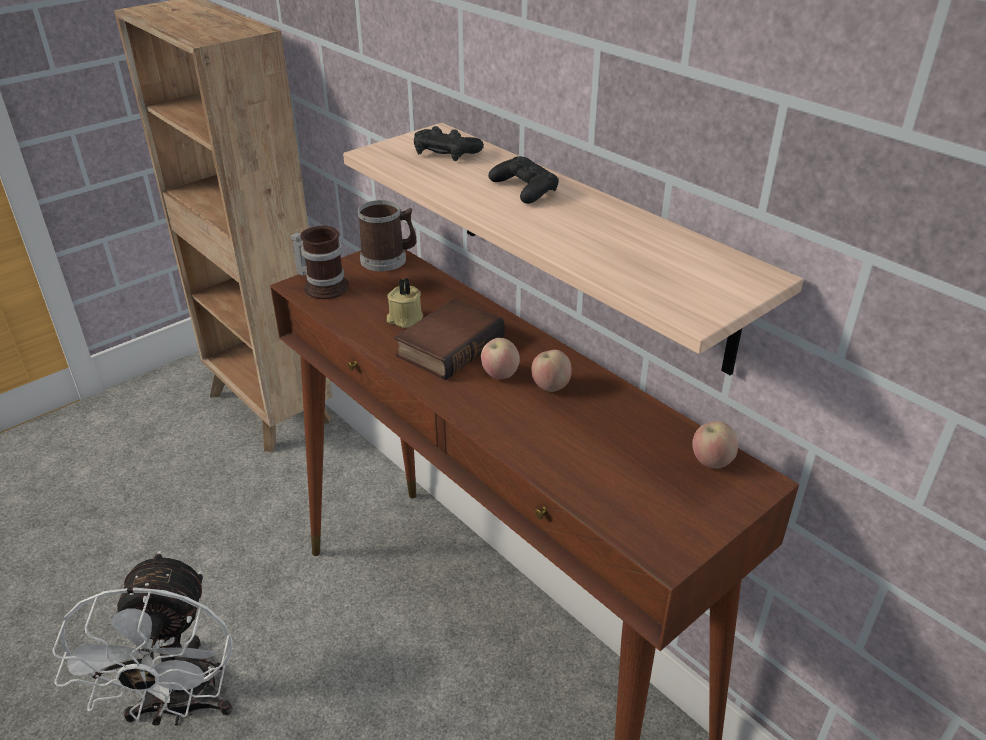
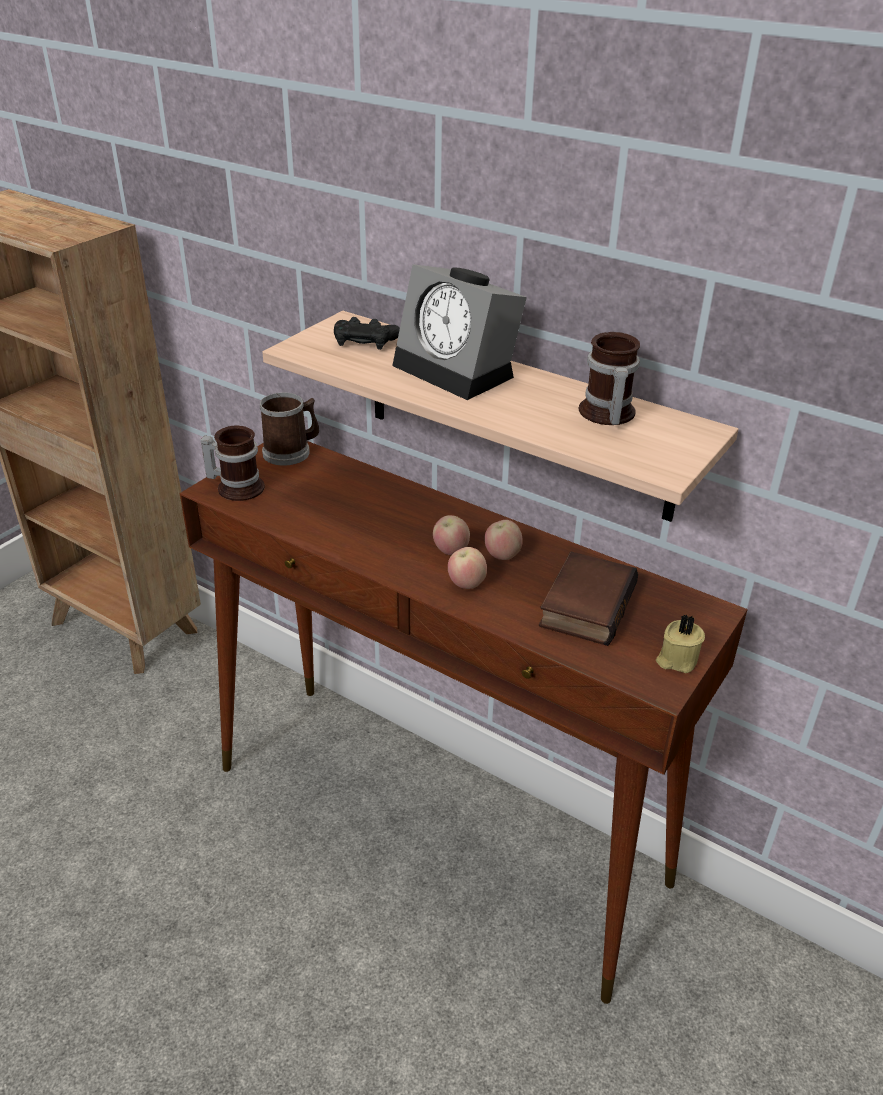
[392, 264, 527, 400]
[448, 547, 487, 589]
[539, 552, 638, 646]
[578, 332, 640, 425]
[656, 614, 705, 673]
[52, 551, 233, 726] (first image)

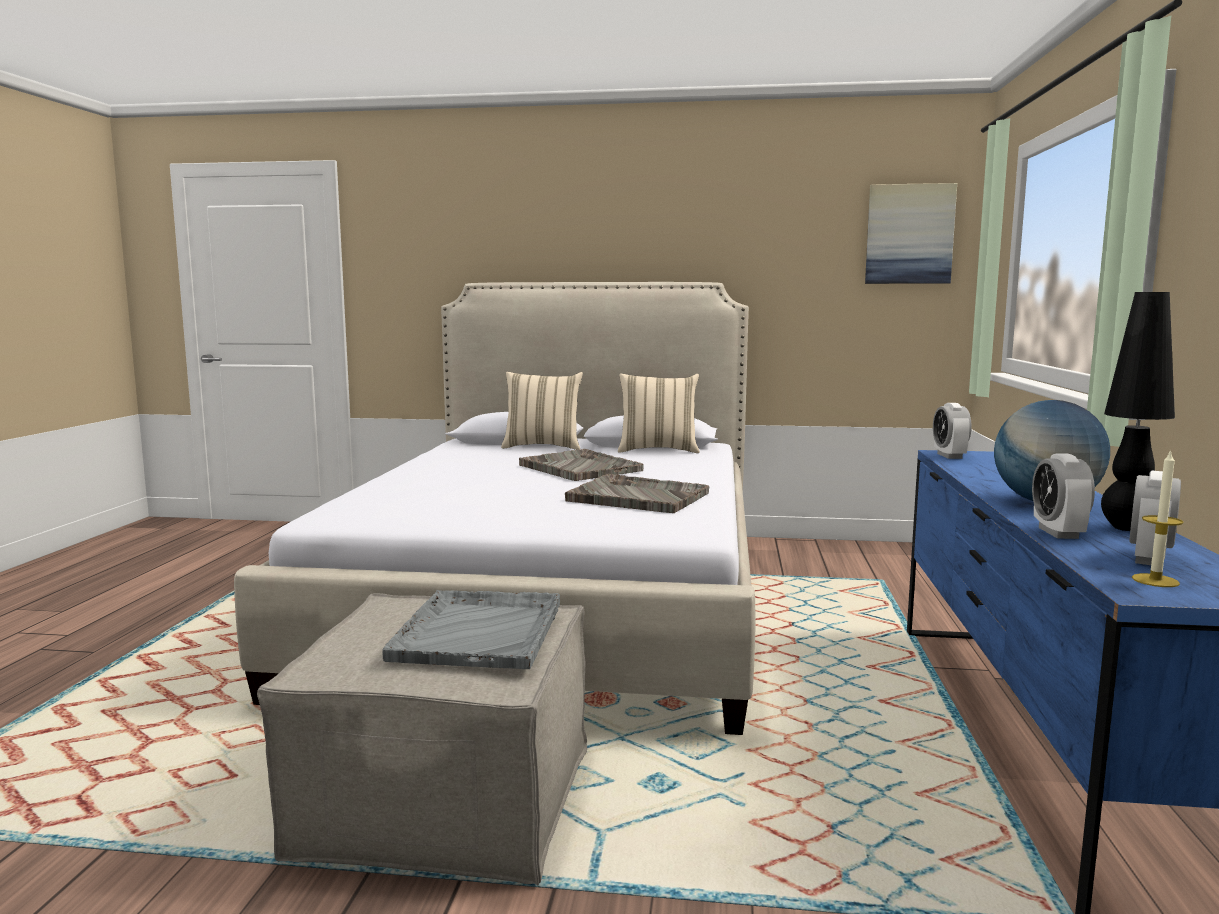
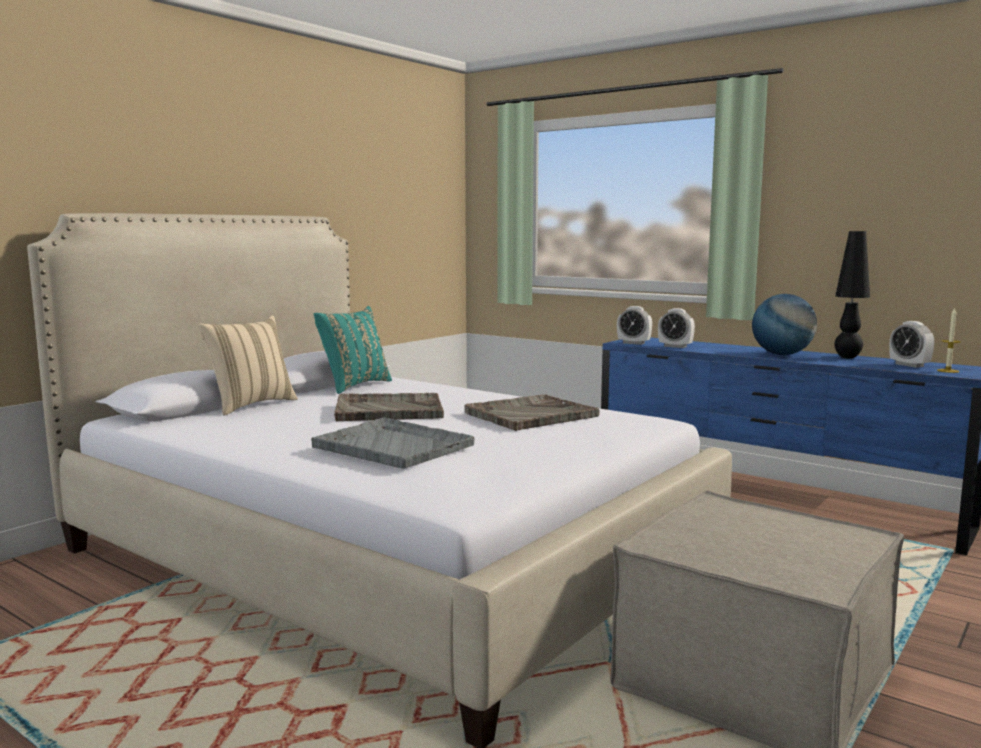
[311, 417, 475, 469]
[314, 306, 392, 394]
[658, 308, 695, 348]
[865, 183, 957, 284] (first image)

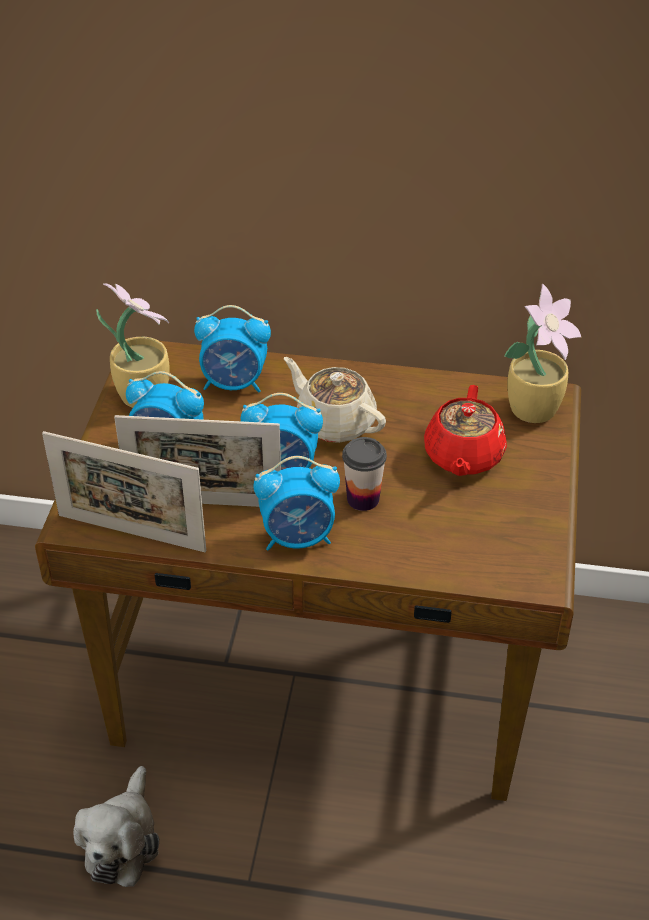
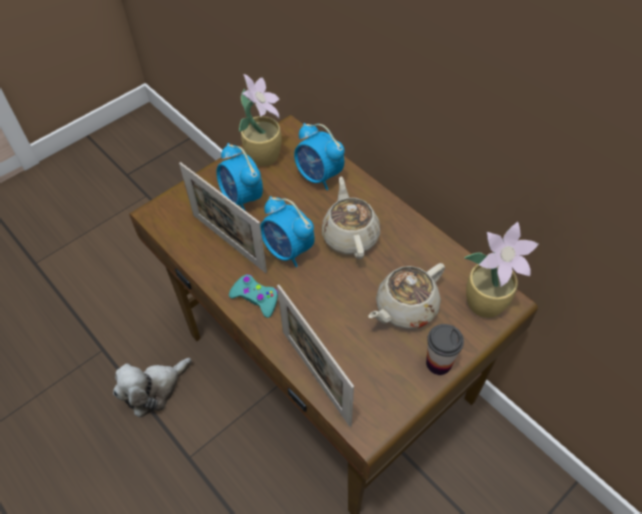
[229, 274, 278, 318]
[277, 284, 354, 427]
[368, 263, 445, 329]
[426, 324, 464, 375]

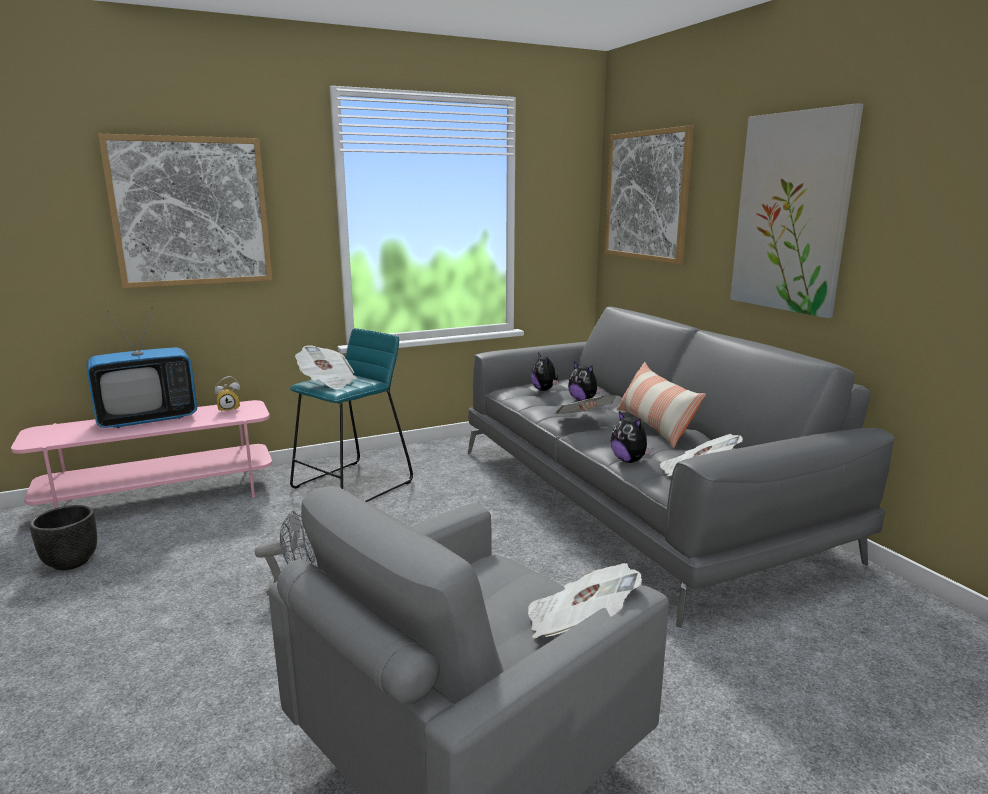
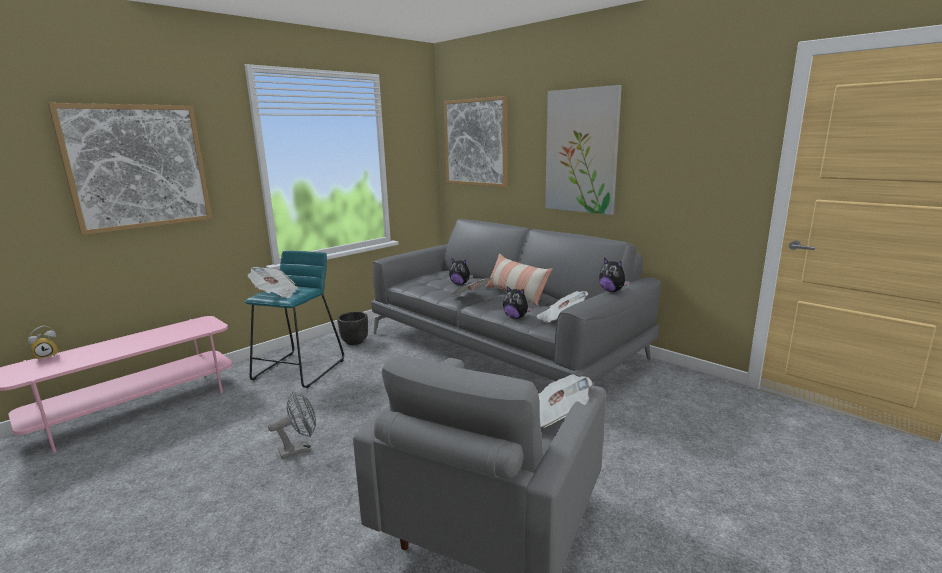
[28, 326, 58, 361]
[337, 312, 368, 345]
[599, 258, 630, 292]
[87, 307, 197, 428] (first image)

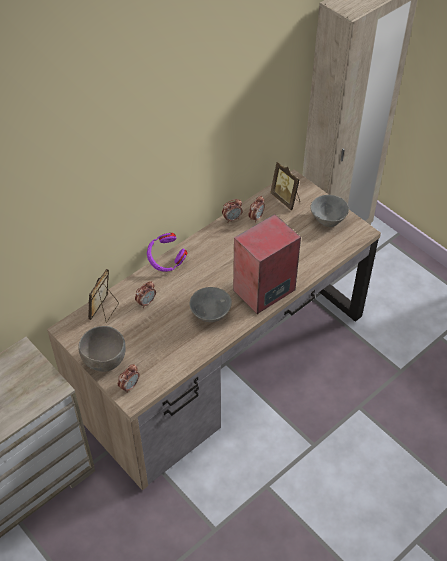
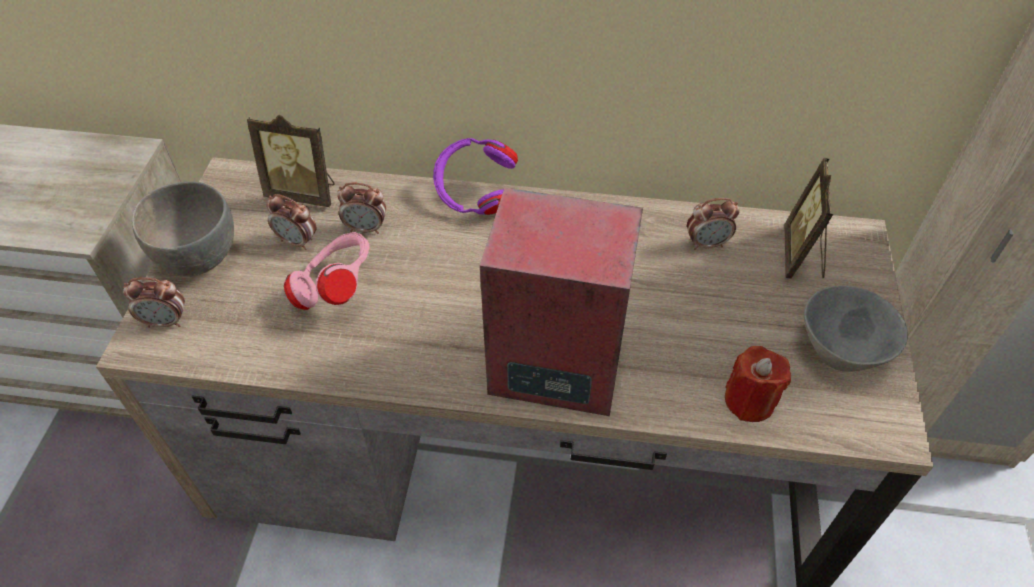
[247, 115, 335, 207]
[267, 194, 316, 250]
[284, 232, 370, 310]
[725, 346, 791, 422]
[189, 287, 232, 322] (first image)

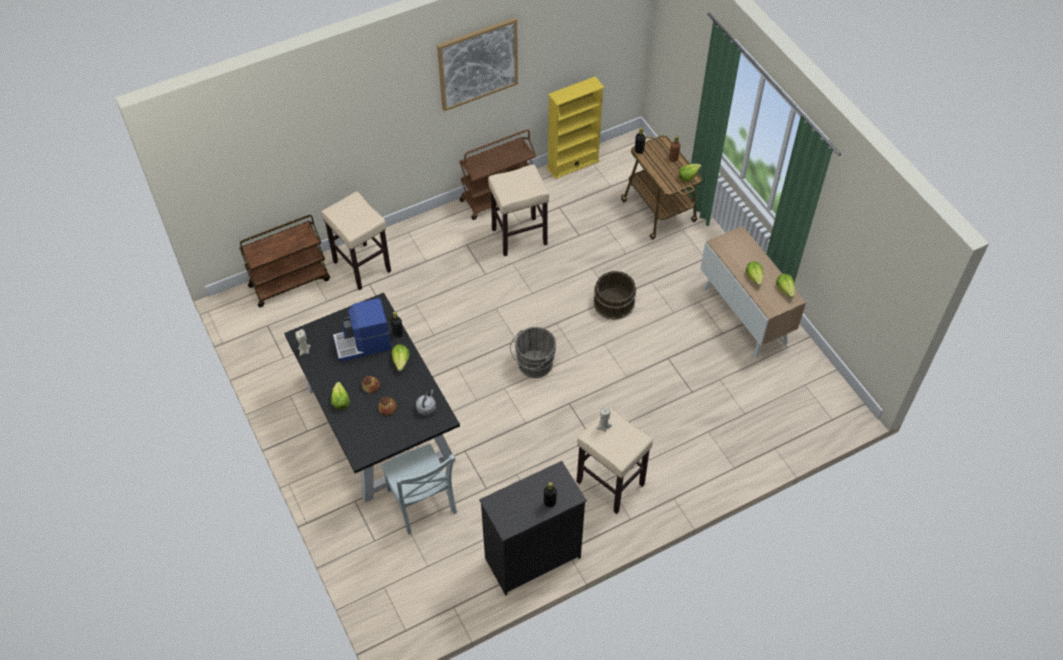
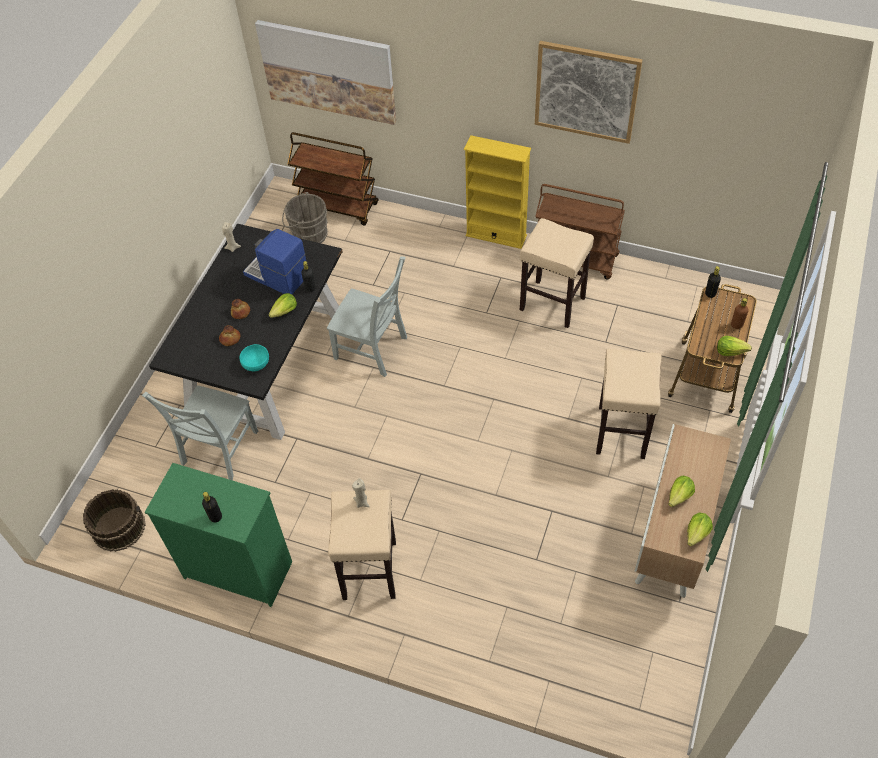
[83, 489, 146, 552]
[145, 463, 292, 607]
[239, 344, 269, 372]
[255, 20, 396, 125]
[282, 192, 328, 243]
[327, 256, 407, 377]
[464, 135, 531, 249]
[596, 349, 662, 459]
[331, 382, 350, 409] (first image)

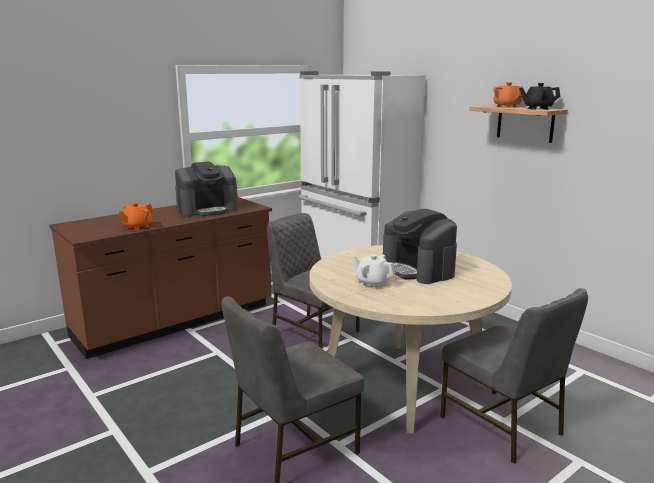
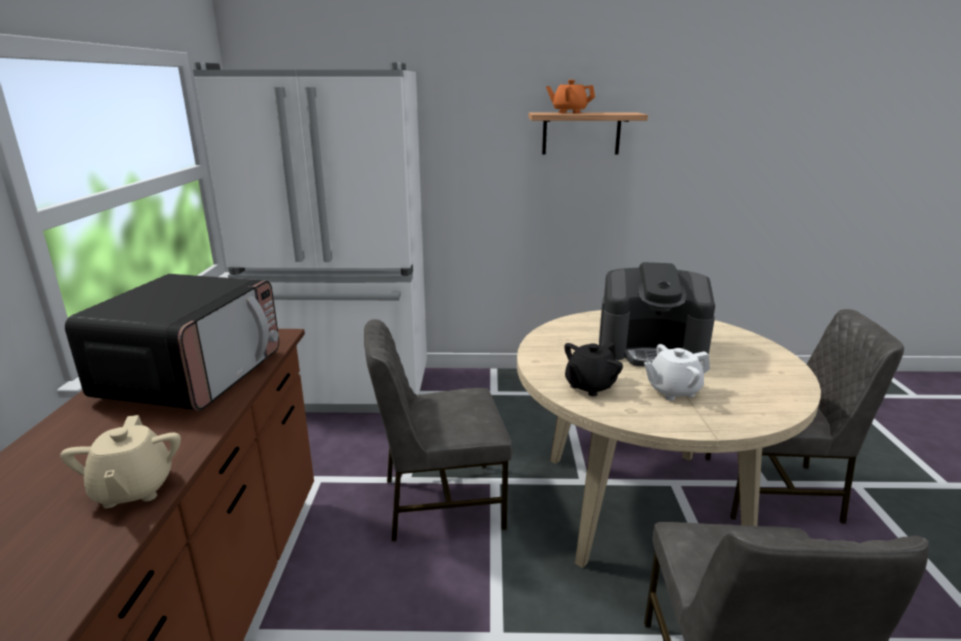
[60, 415, 181, 508]
[65, 274, 279, 410]
[564, 342, 623, 396]

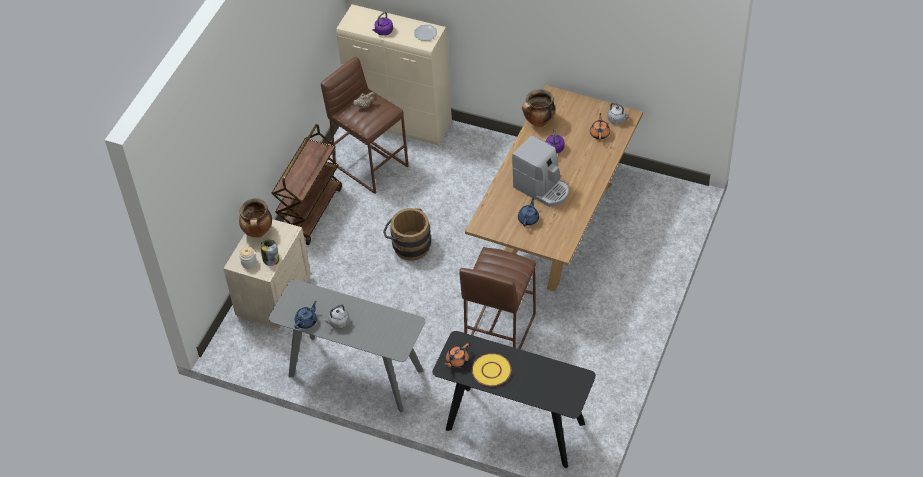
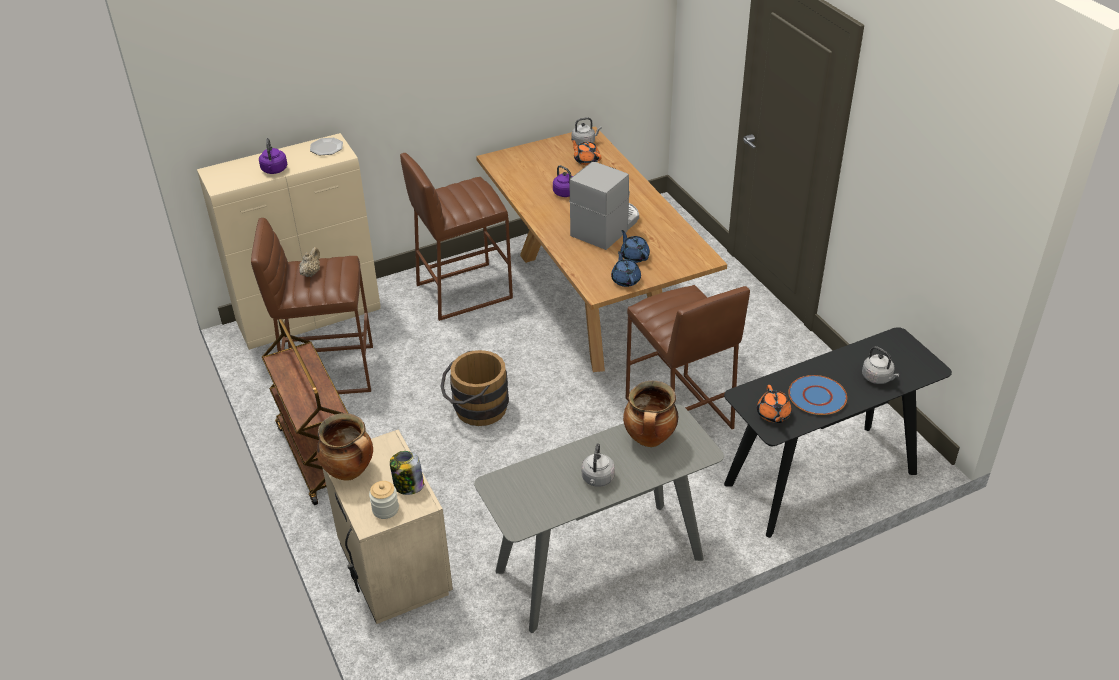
[400, 153, 513, 321]
[569, 162, 639, 250]
[611, 251, 641, 287]
[623, 381, 678, 447]
[788, 375, 847, 415]
[862, 346, 900, 384]

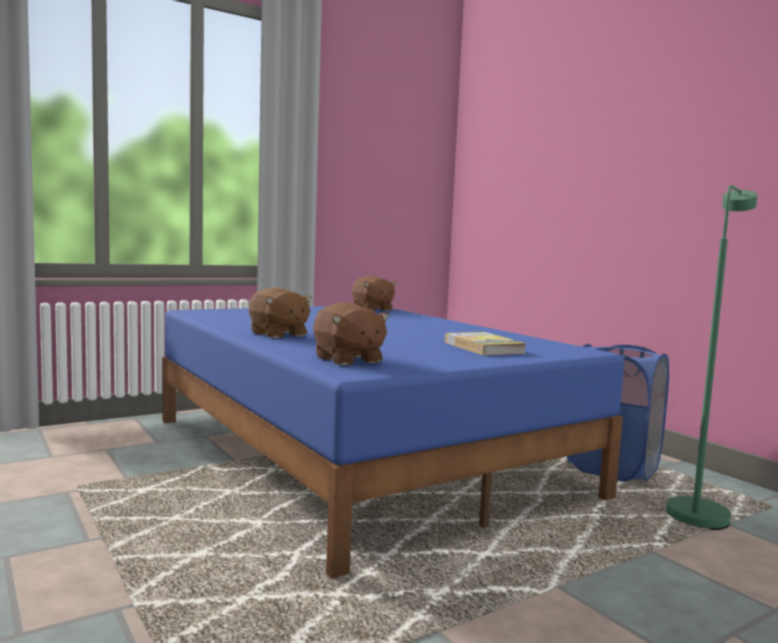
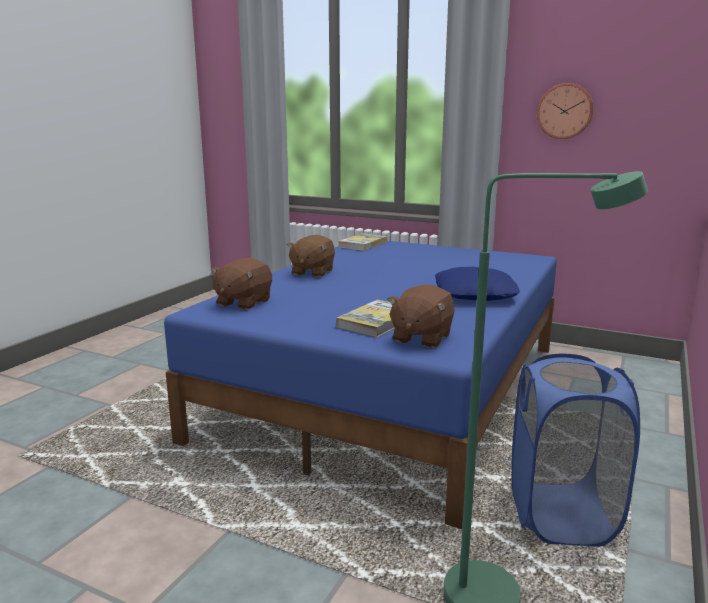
[338, 233, 387, 251]
[387, 284, 455, 348]
[435, 267, 520, 301]
[537, 83, 594, 139]

